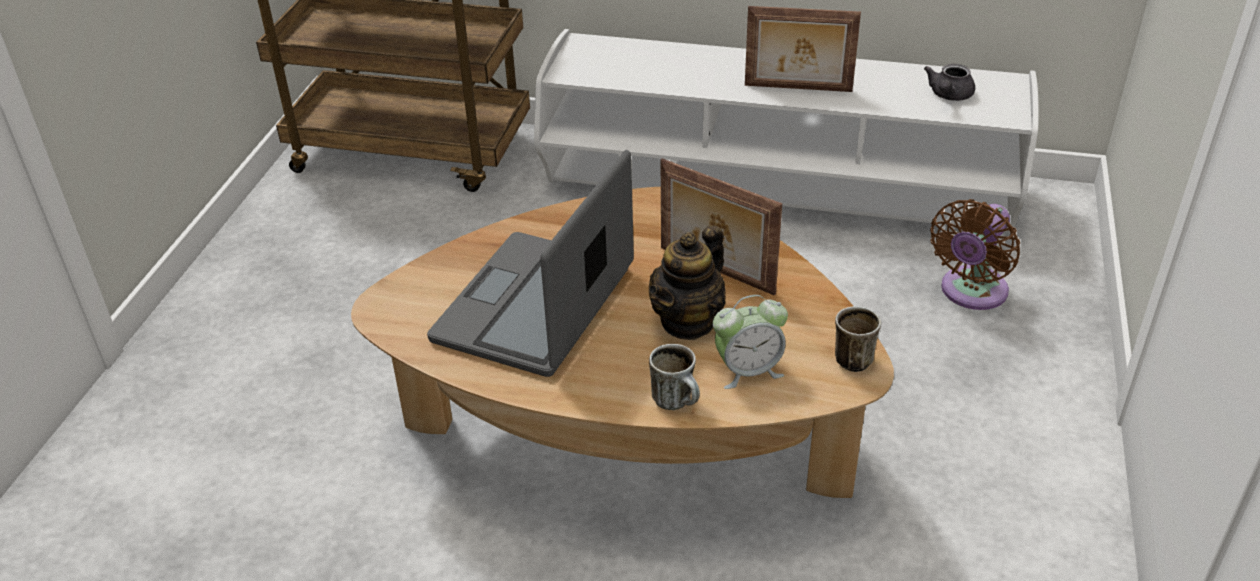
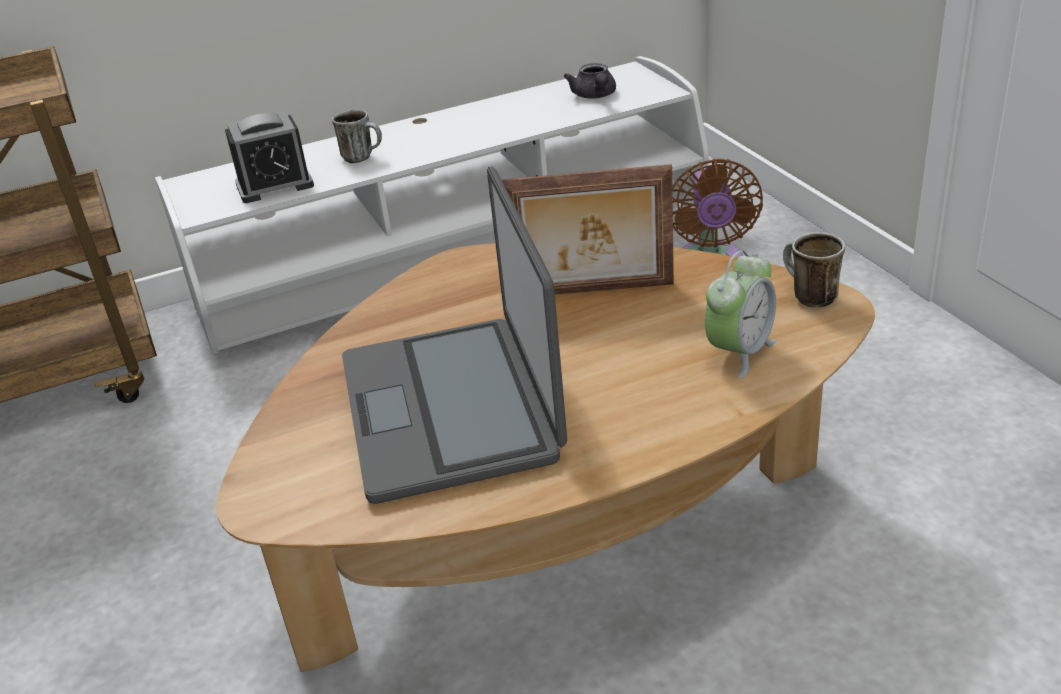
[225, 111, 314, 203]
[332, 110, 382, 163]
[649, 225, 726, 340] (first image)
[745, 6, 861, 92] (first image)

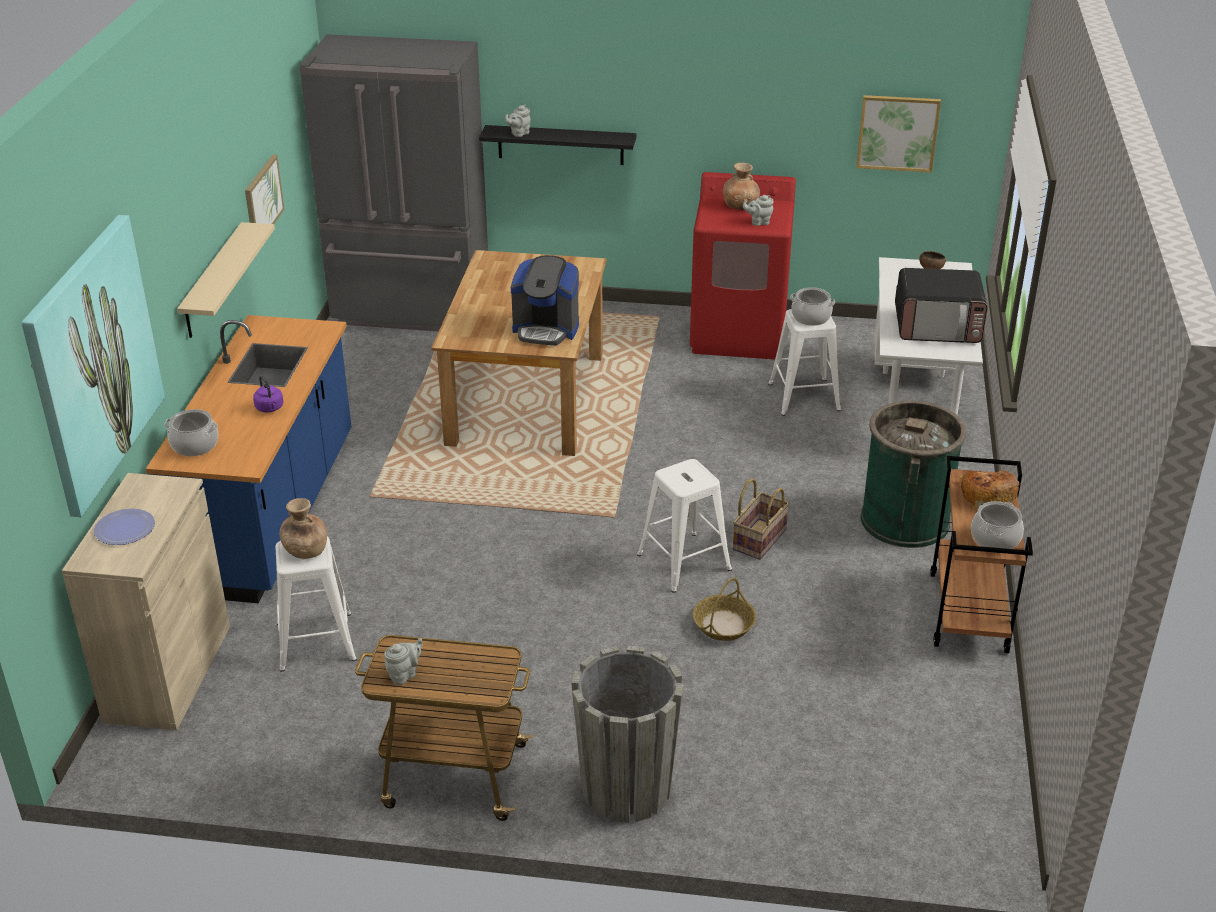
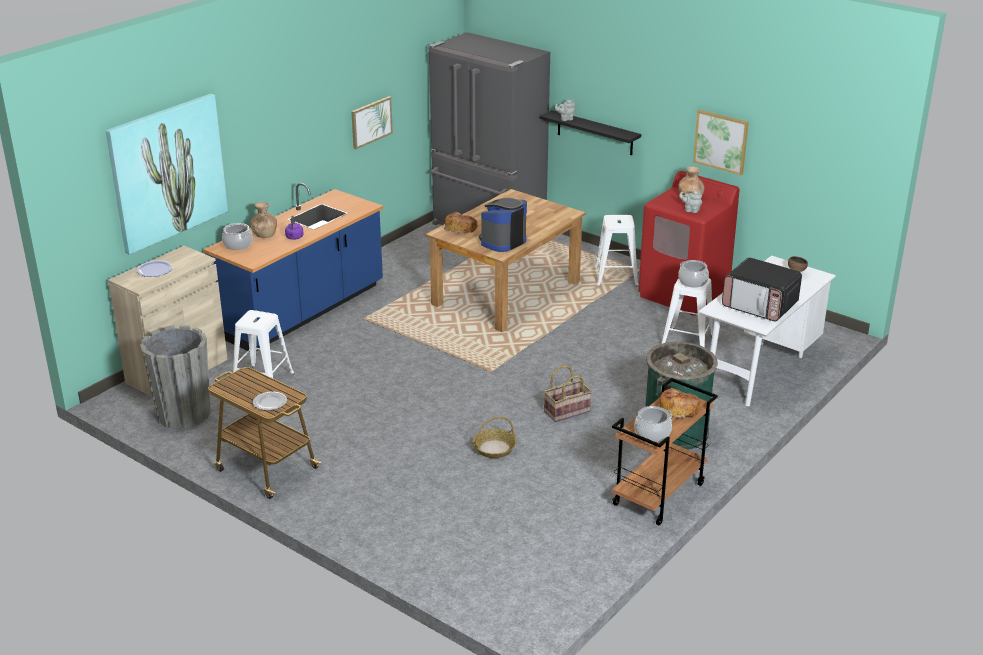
[140, 325, 211, 429]
[250, 202, 277, 238]
[253, 392, 287, 411]
[444, 212, 478, 233]
[479, 198, 527, 252]
[595, 215, 639, 286]
[693, 110, 749, 175]
[177, 222, 275, 338] (first image)
[384, 638, 423, 685] (first image)

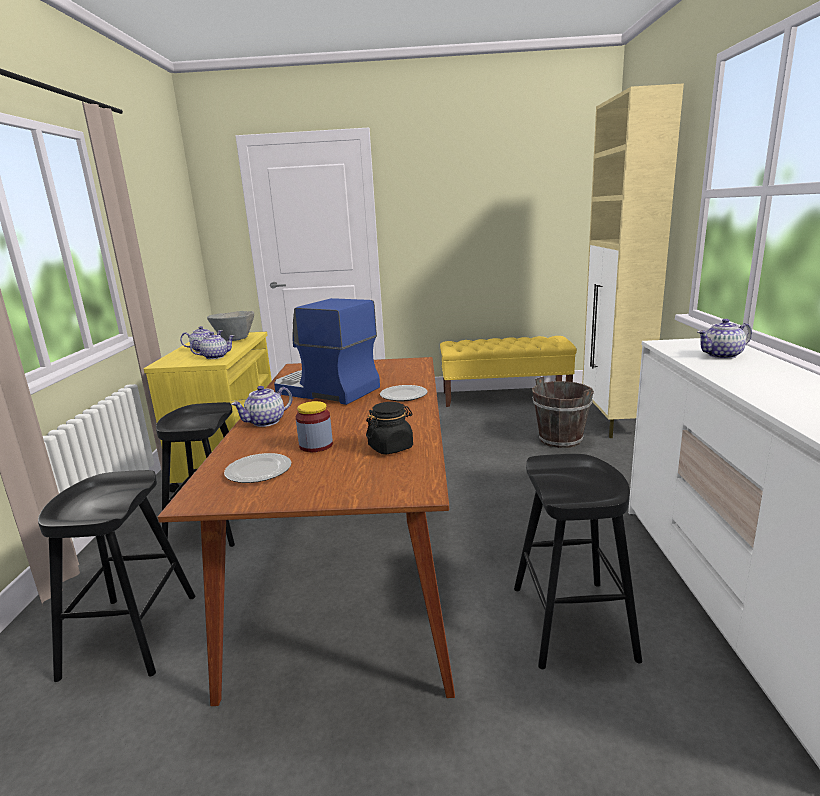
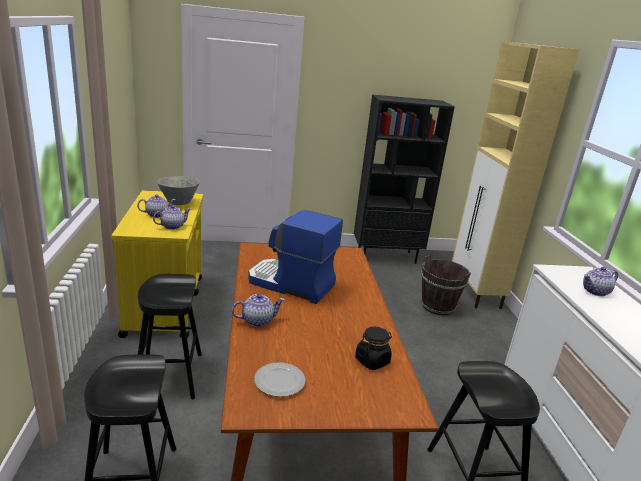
[232, 294, 285, 327]
[354, 95, 455, 264]
[296, 401, 333, 452] (first image)
[380, 385, 428, 402] (first image)

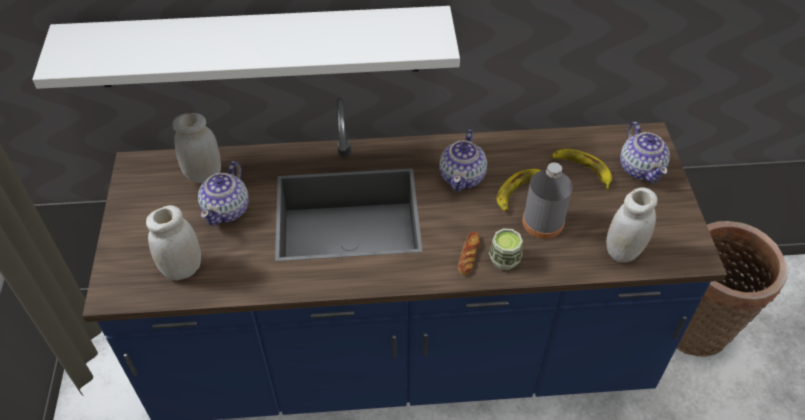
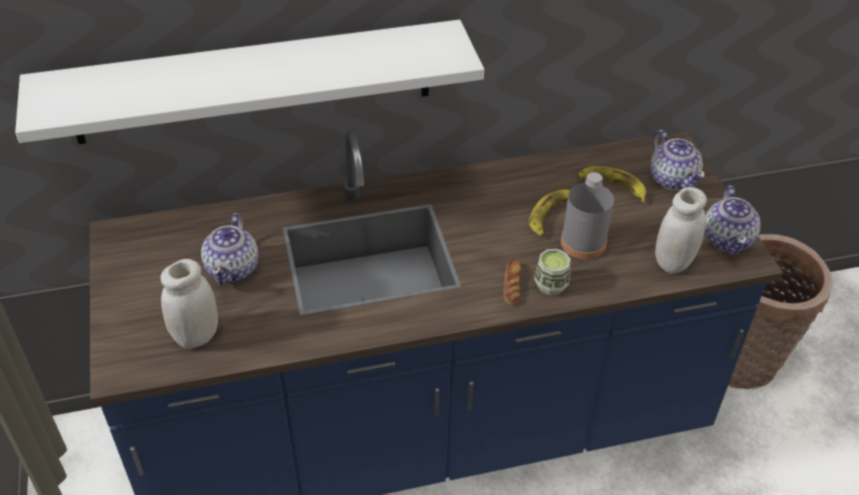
[705, 185, 760, 255]
[173, 113, 221, 183] (first image)

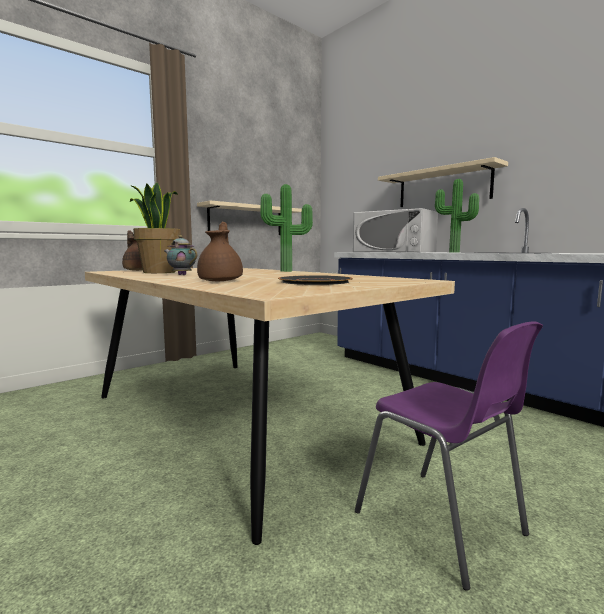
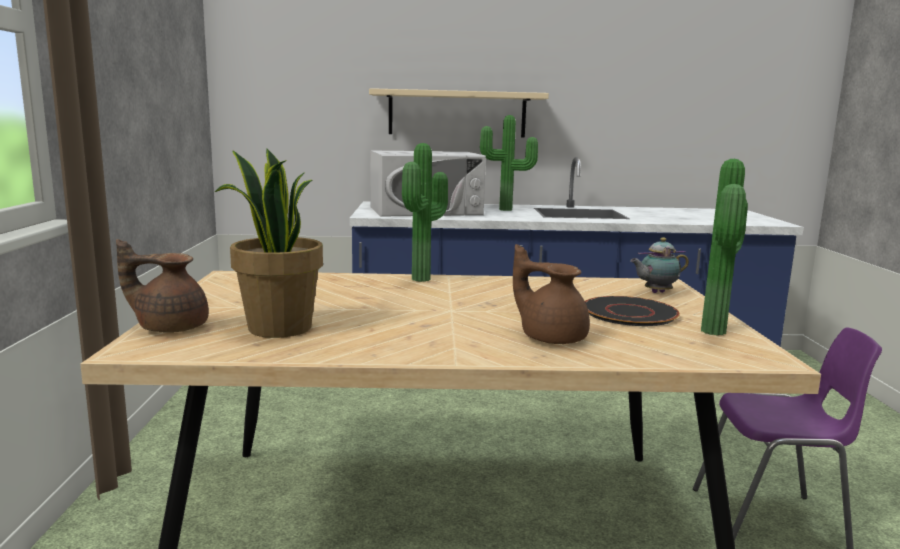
[630, 237, 689, 293]
[701, 159, 748, 336]
[197, 200, 302, 235] (first image)

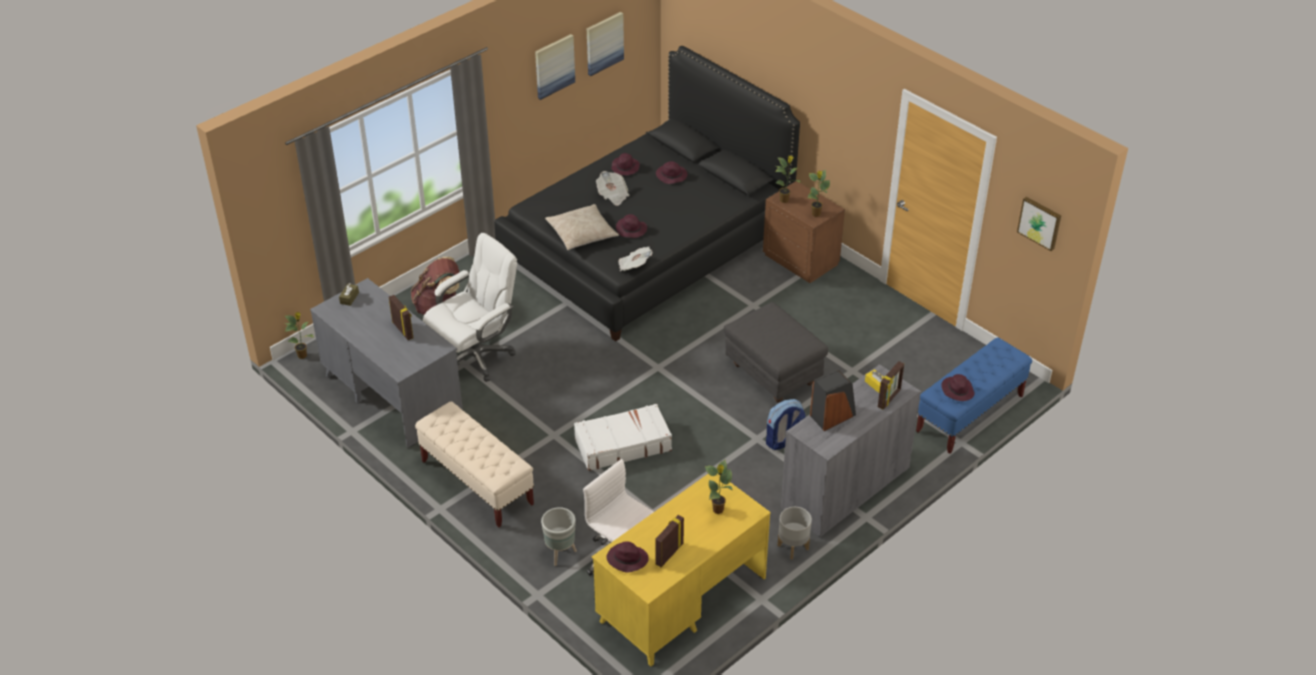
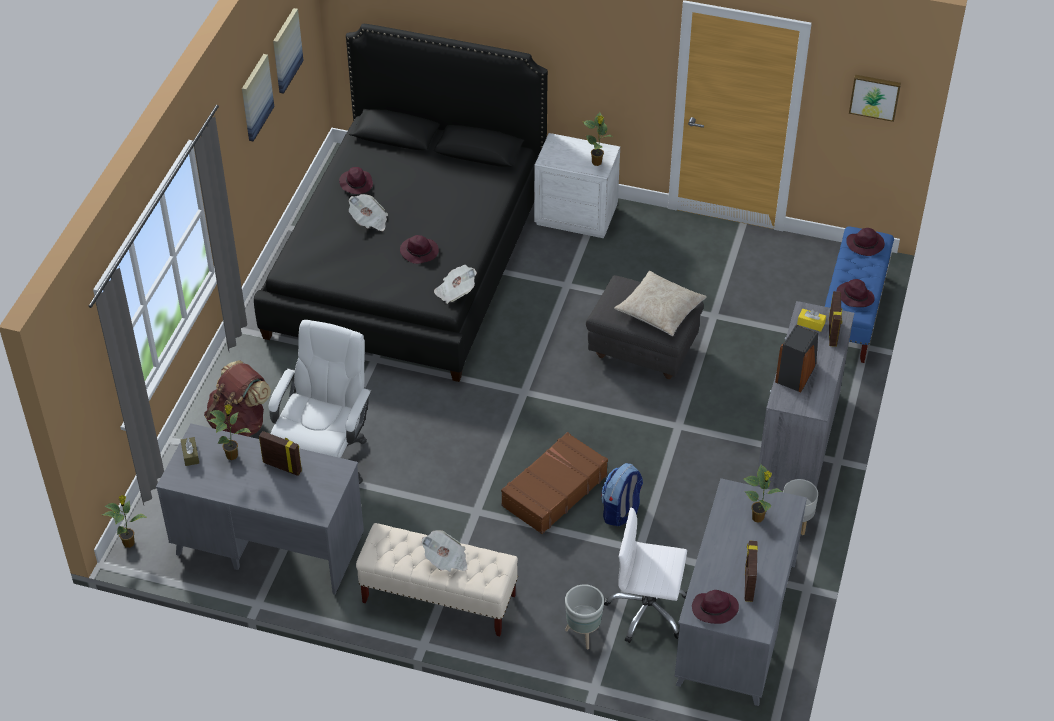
[207, 404, 251, 460]
[422, 530, 467, 572]
[501, 432, 608, 534]
[534, 133, 620, 238]
[601, 463, 643, 526]
[614, 271, 707, 336]
[674, 478, 807, 706]
[846, 228, 885, 256]

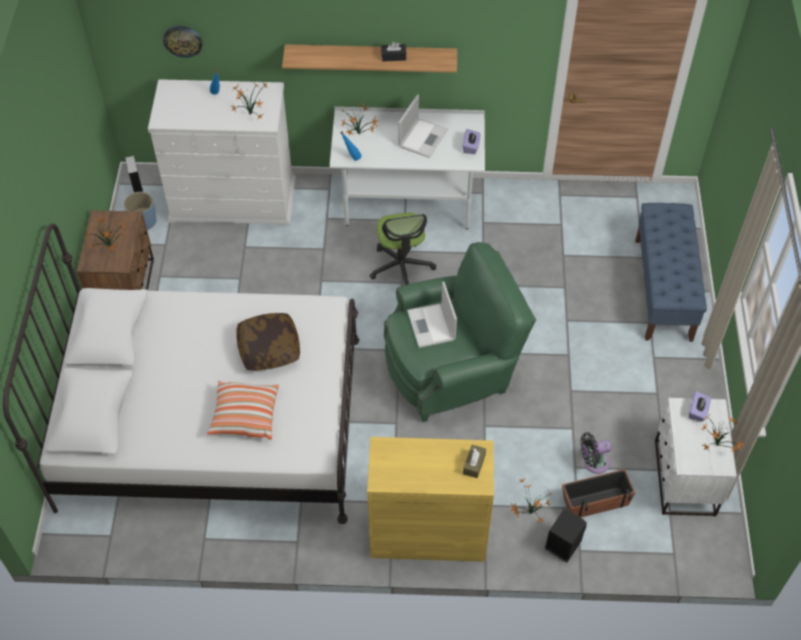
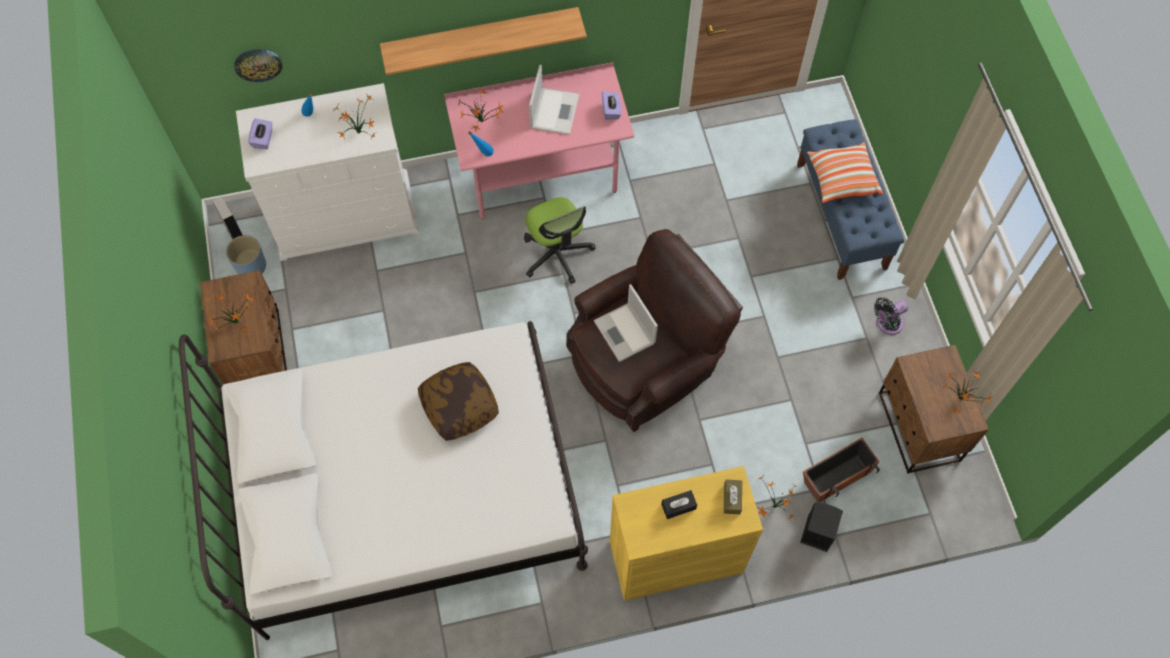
[249, 118, 272, 149]
[444, 62, 634, 220]
[566, 229, 743, 432]
[661, 490, 697, 519]
[807, 142, 883, 203]
[874, 297, 908, 335]
[879, 345, 989, 474]

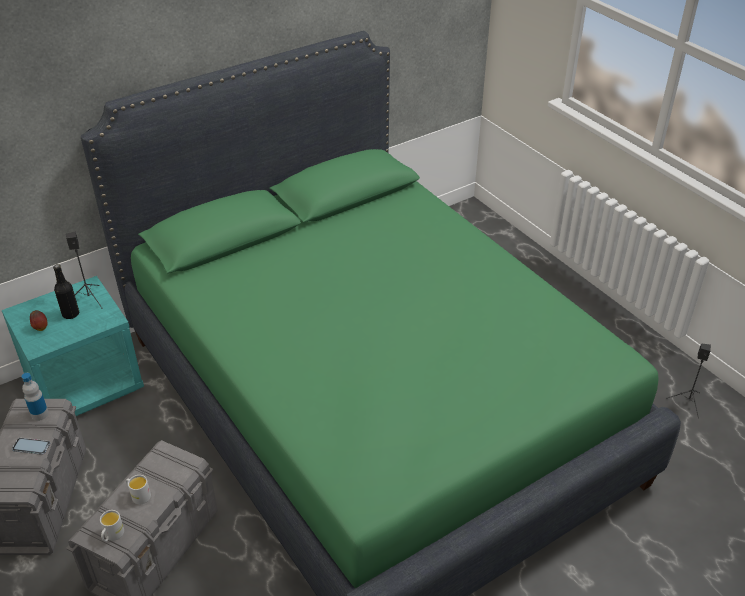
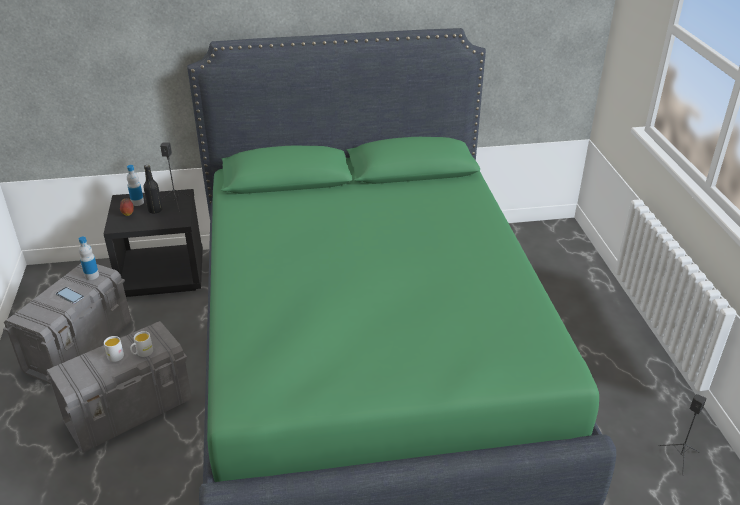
[104, 189, 203, 297]
[127, 165, 144, 206]
[130, 331, 153, 357]

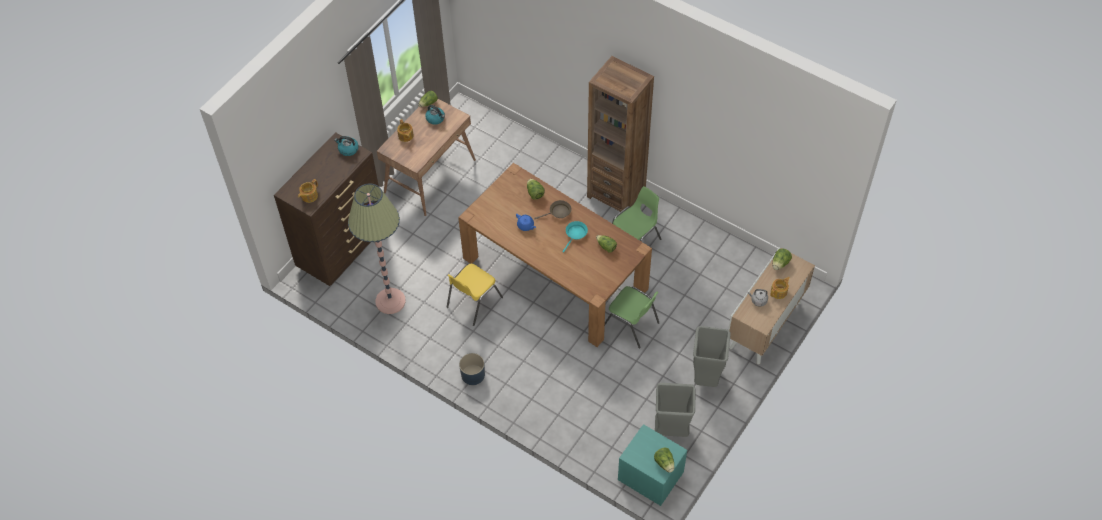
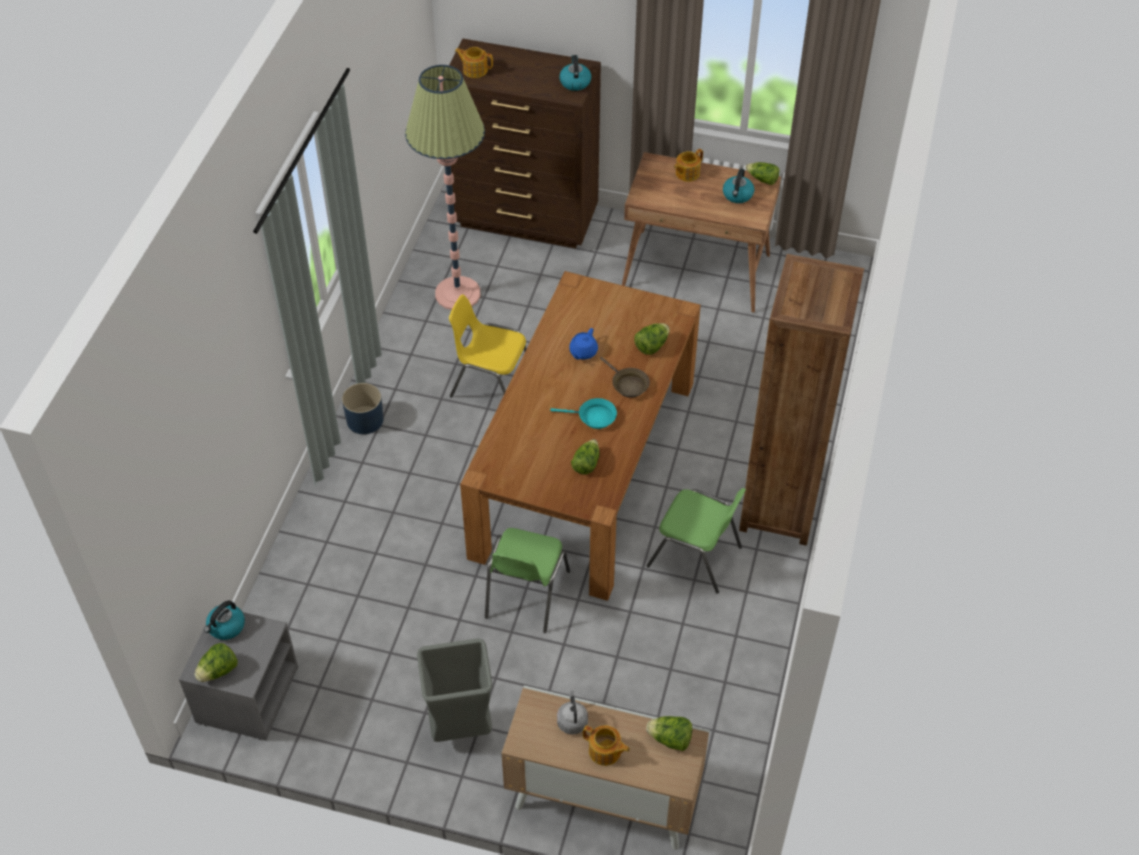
[179, 606, 298, 741]
[204, 601, 245, 640]
[655, 383, 696, 437] (first image)

